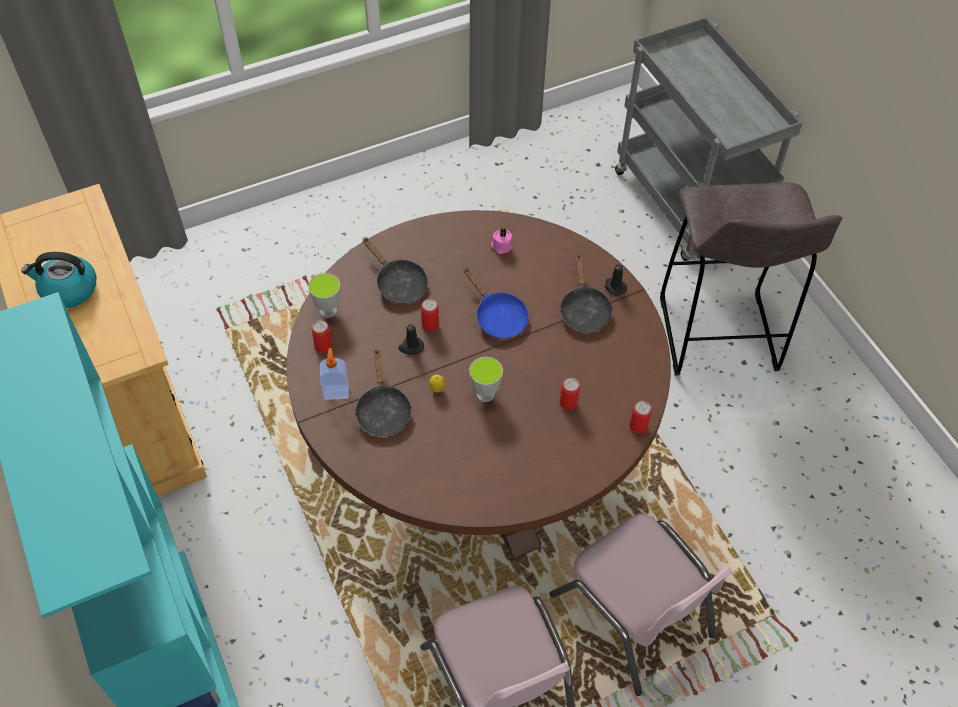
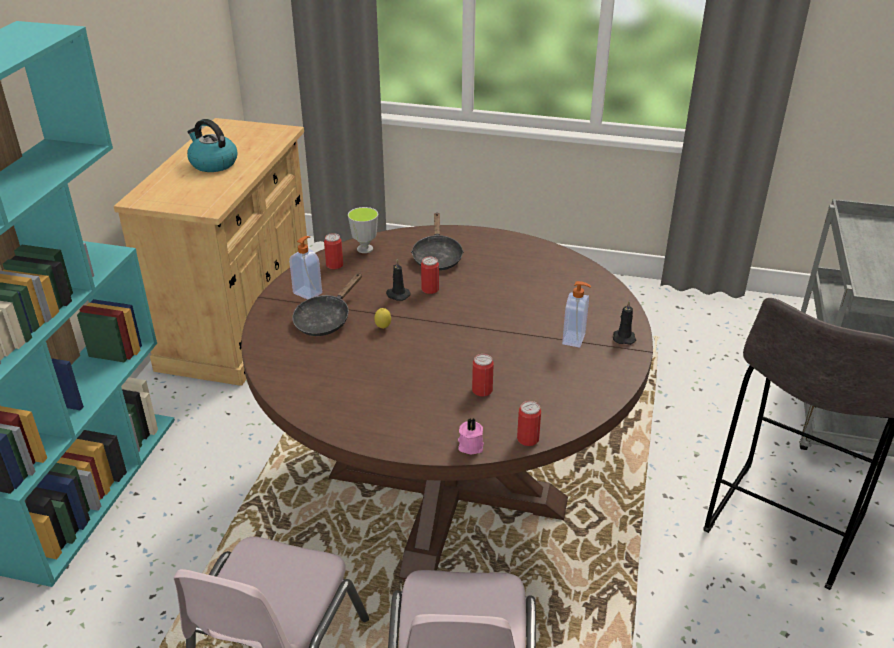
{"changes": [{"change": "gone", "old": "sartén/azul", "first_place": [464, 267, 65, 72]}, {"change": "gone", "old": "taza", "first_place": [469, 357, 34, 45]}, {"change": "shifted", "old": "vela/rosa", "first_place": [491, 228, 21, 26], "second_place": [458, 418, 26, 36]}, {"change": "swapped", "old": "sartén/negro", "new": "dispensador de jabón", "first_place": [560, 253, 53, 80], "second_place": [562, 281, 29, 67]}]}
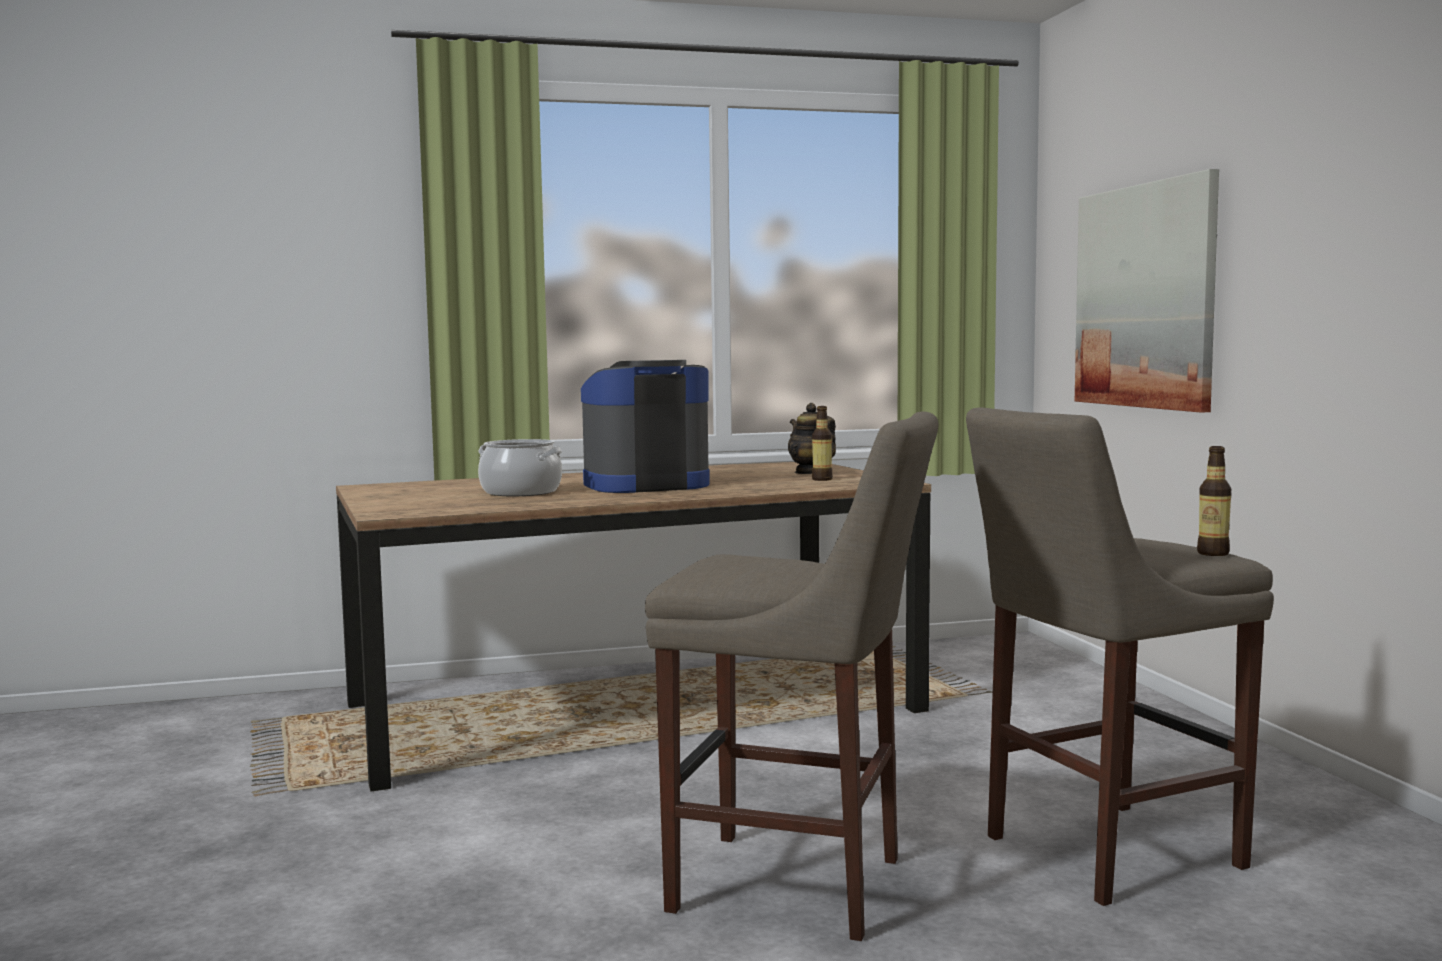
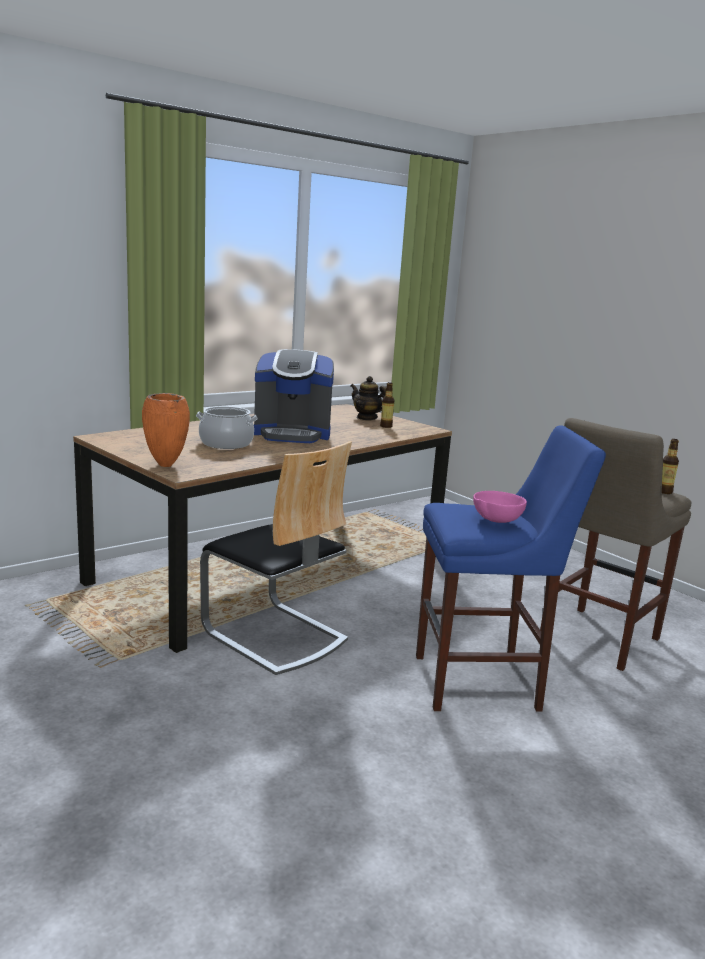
{"changes": [{"change": "rotated", "old": "cafetera", "first_place": [581, 360, 129, 133], "second_place": [254, 349, 80, 94], "degrees": -135}, {"change": "repainted", "old": "taburete/beis", "new": "taburete/azul", "first_place": [645, 412, 294, 529], "second_place": [416, 425, 190, 286]}, {"change": "gone", "old": "cuadro", "first_place": [1074, 169, 145, 244]}, {"change": "new", "new": "florero/naranja", "second_place": [142, 393, 48, 74]}, {"change": "new", "new": "silla", "second_place": [200, 441, 152, 234]}, {"change": "new", "new": "cuenco/rosa", "second_place": [473, 491, 54, 32]}]}
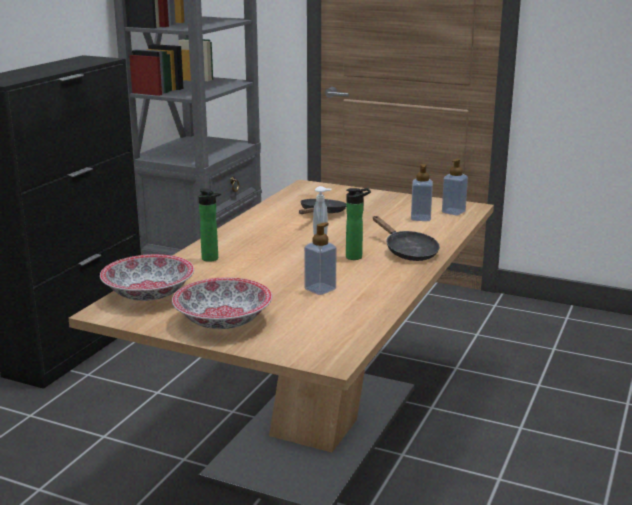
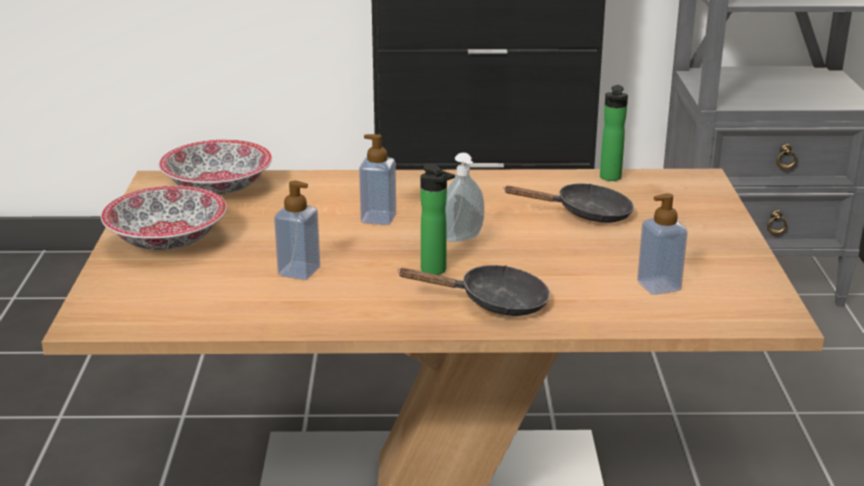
{"changes": [{"change": "shifted", "old": "botella", "first_place": [198, 189, 23, 73], "second_place": [600, 85, 28, 96]}, {"change": "rotated", "old": "sartén/negro", "first_place": [373, 216, 67, 45], "second_place": [397, 265, 153, 51], "degrees": -120}, {"change": "shifted", "old": "dispensador de jabón", "first_place": [442, 159, 26, 57], "second_place": [359, 134, 37, 91]}]}
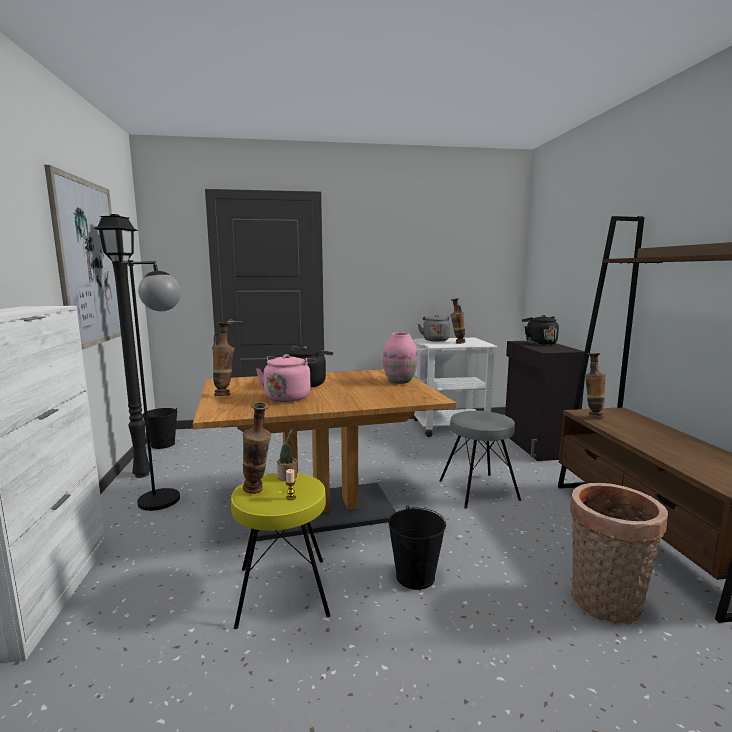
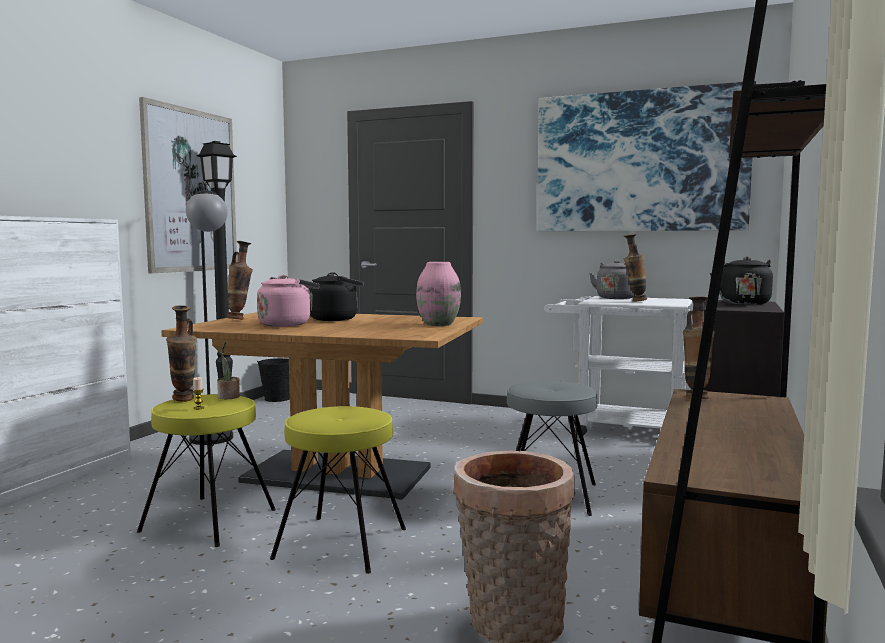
{"changes": [{"change": "swapped", "old": "cubo/negro", "new": "taburete/amarillo", "first_place": [388, 506, 58, 84], "second_place": [270, 406, 136, 168]}, {"change": "new", "new": "cuadro", "second_place": [537, 81, 219, 150]}]}
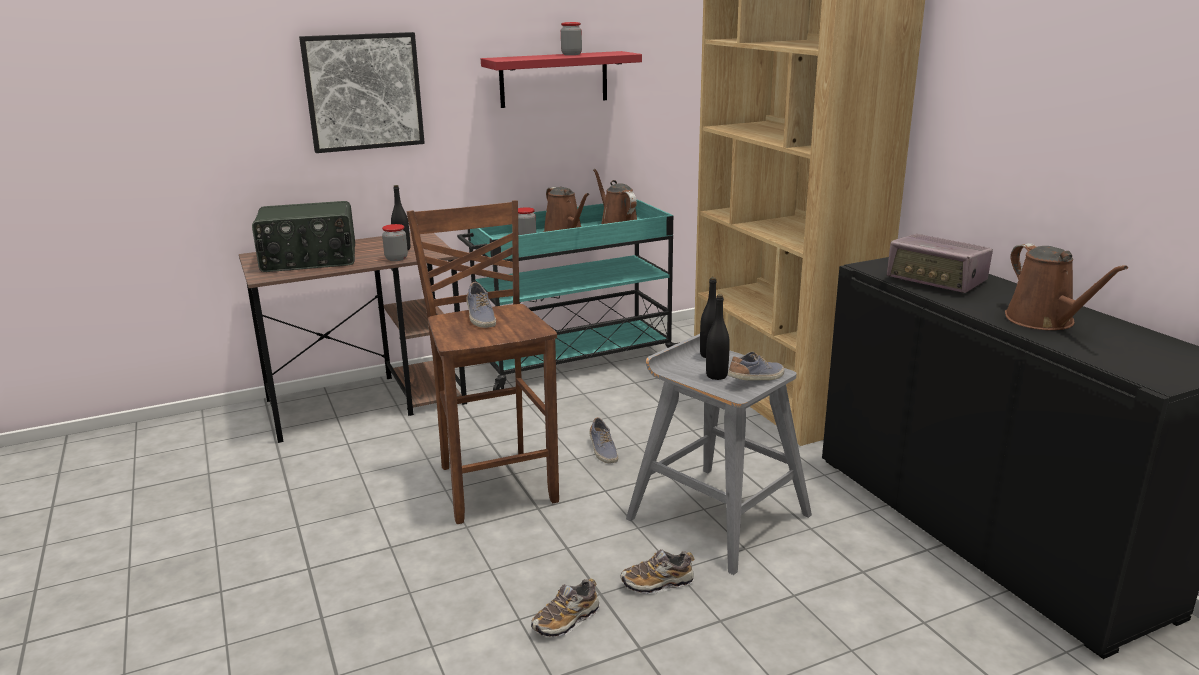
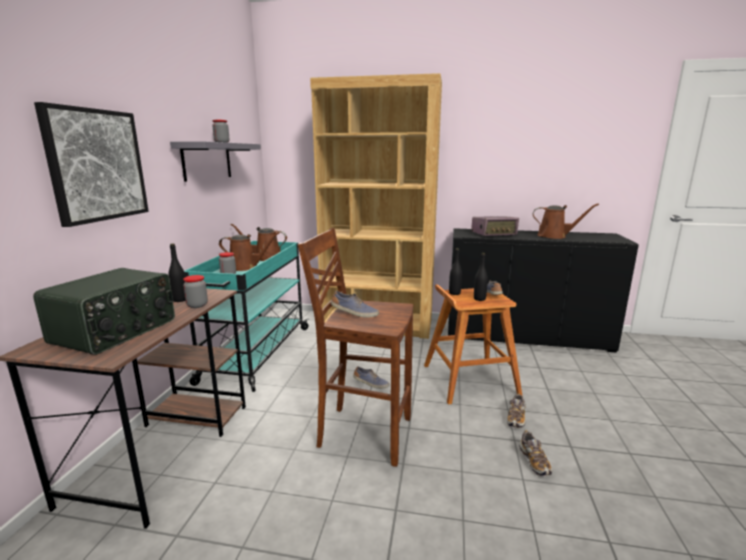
{"changes": [{"change": "repainted", "old": "estante/rojo", "new": "estante/gris", "first_place": [481, 51, 161, 57], "second_place": [170, 141, 91, 41]}, {"change": "repainted", "old": "taburete/gris", "new": "taburete/marrón", "first_place": [626, 334, 186, 241], "second_place": [424, 285, 98, 119]}]}
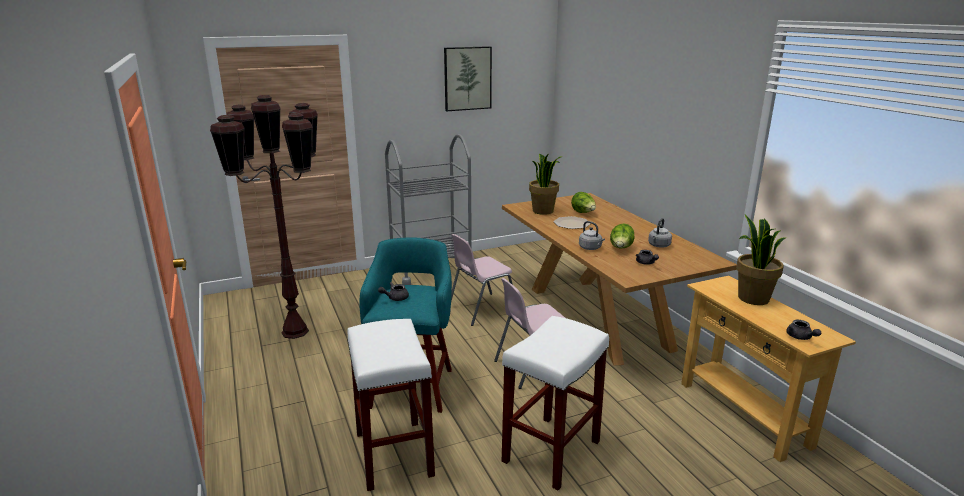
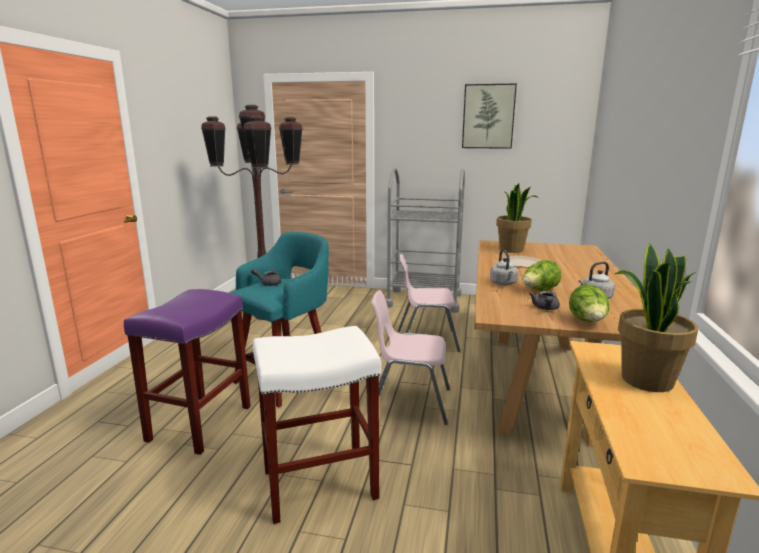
{"changes": [{"change": "repainted", "old": "taburete/blanco", "new": "taburete/morado", "first_place": [347, 319, 88, 172], "second_place": [124, 289, 127, 166]}, {"change": "shifted", "old": "lechuga", "first_place": [571, 192, 25, 21], "second_place": [569, 284, 40, 38]}, {"change": "gone", "old": "tetera/gris", "first_place": [786, 320, 35, 20]}]}
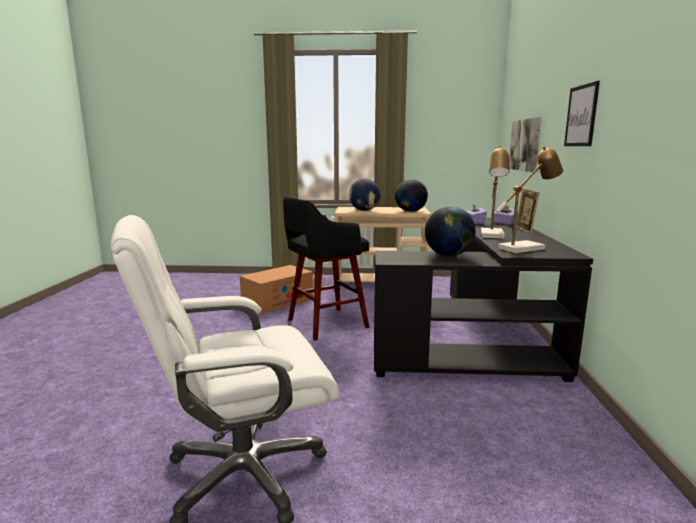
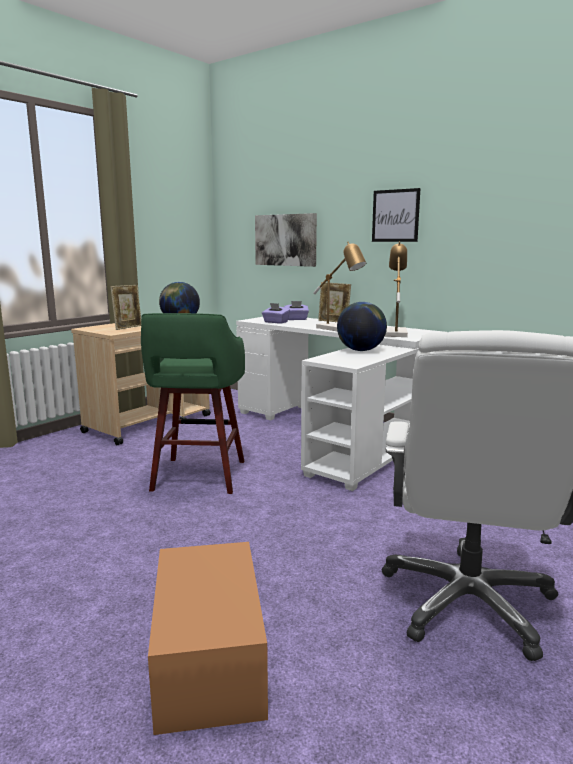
{"changes": [{"change": "shifted", "old": "caja de cartón", "first_place": [240, 265, 73, 49], "second_place": [148, 542, 120, 193]}, {"change": "repainted", "old": "taburete/negro", "new": "taburete/verde", "first_place": [283, 196, 86, 145], "second_place": [141, 313, 104, 181]}, {"change": "swapped", "old": "globo terráqueo", "new": "portarretratos", "first_place": [349, 179, 31, 32], "second_place": [110, 285, 31, 45]}, {"change": "repainted", "old": "escritorio/negro", "new": "escritorio/blanco", "first_place": [374, 217, 219, 165], "second_place": [236, 317, 208, 174]}]}
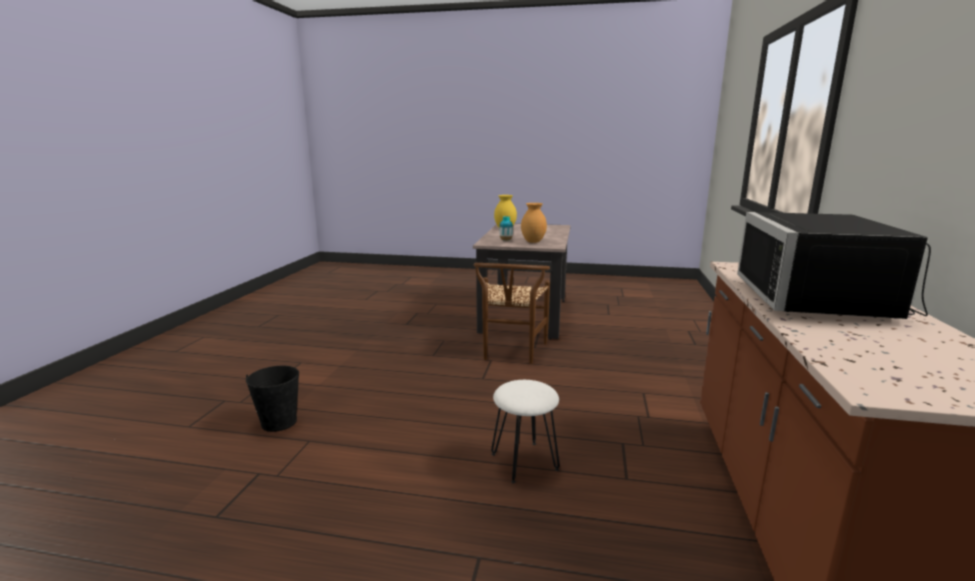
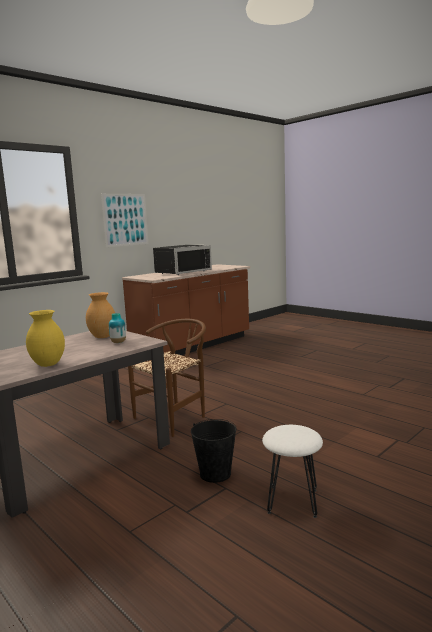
{"changes": [{"change": "shifted", "old": "cubo/negro", "first_place": [246, 366, 53, 66], "second_place": [191, 419, 45, 64]}, {"change": "shifted", "old": "taburete/blanco", "first_place": [491, 380, 69, 103], "second_place": [262, 425, 61, 93]}, {"change": "new", "new": "cuadro", "second_place": [101, 194, 47, 53]}]}
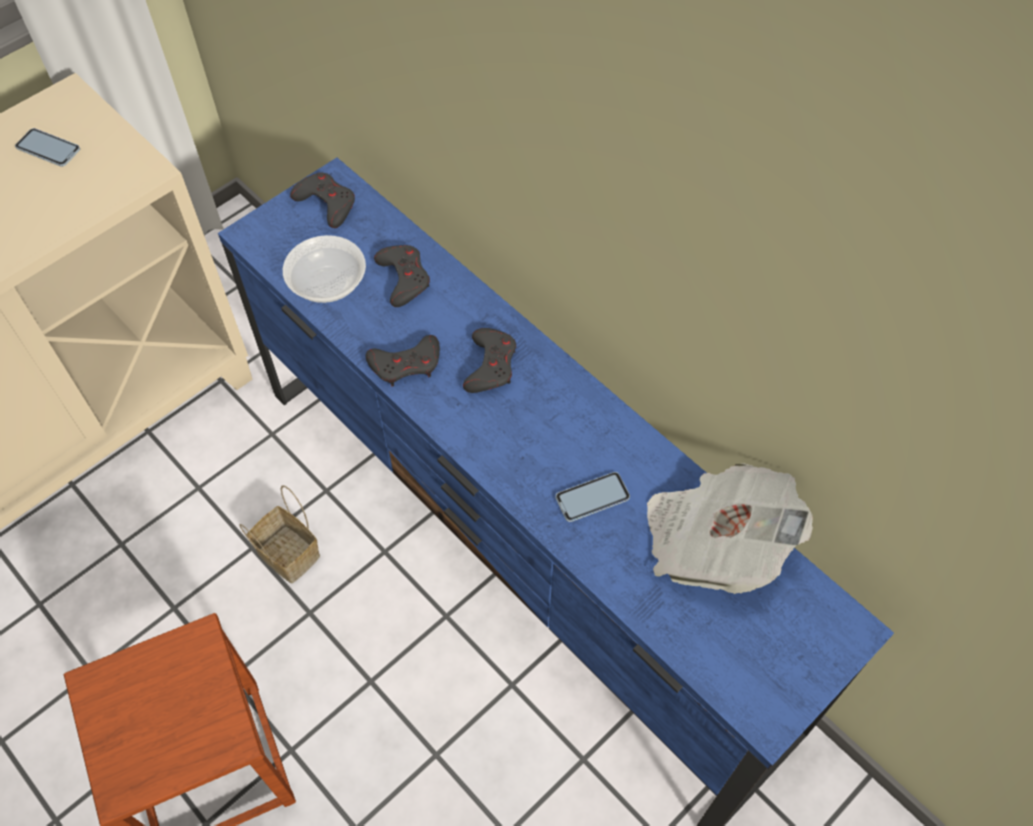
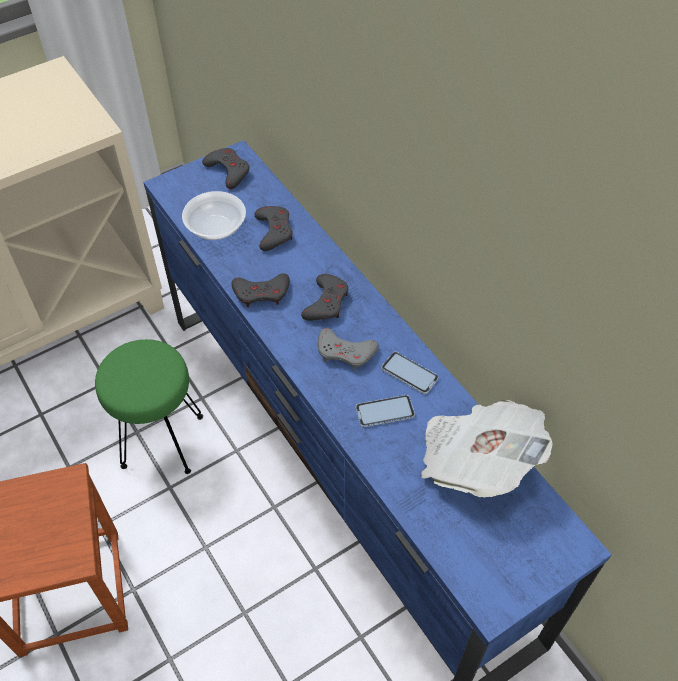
{"changes": [{"change": "shifted", "old": "móvil", "first_place": [15, 128, 65, 39], "second_place": [382, 352, 57, 42]}, {"change": "swapped", "old": "cesta", "new": "taburete/verde", "first_place": [239, 485, 81, 98], "second_place": [95, 339, 108, 135]}, {"change": "new", "new": "mando de consola/gris", "second_place": [318, 328, 61, 42]}]}
